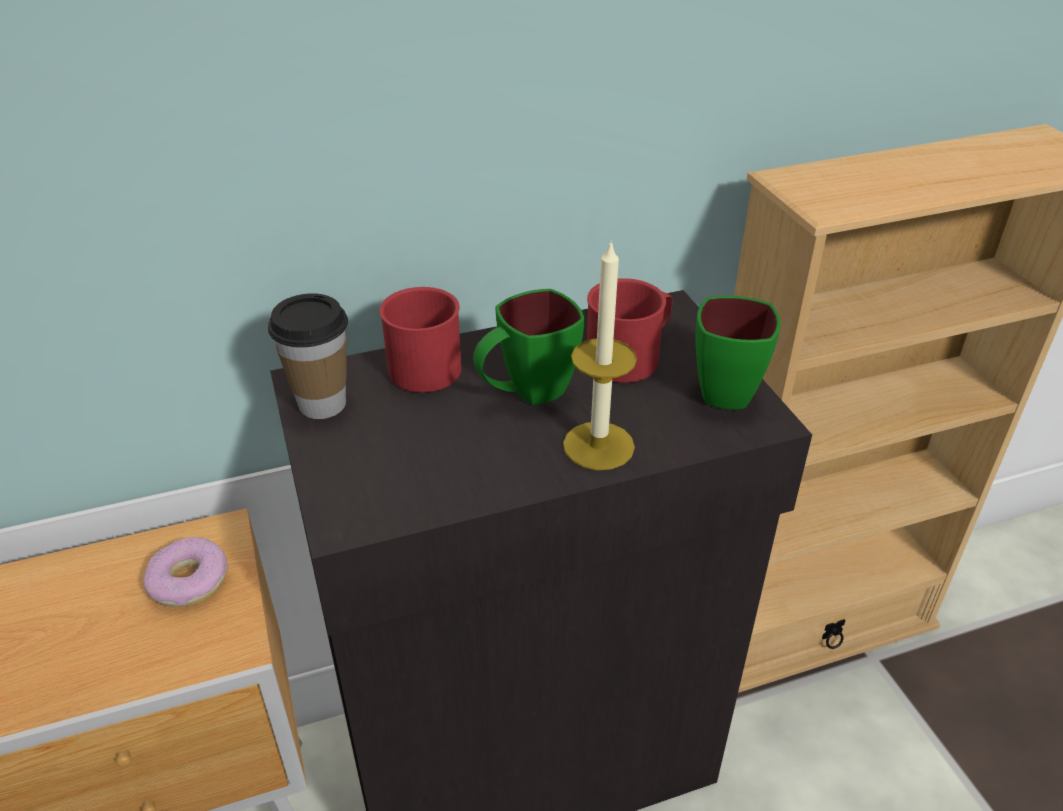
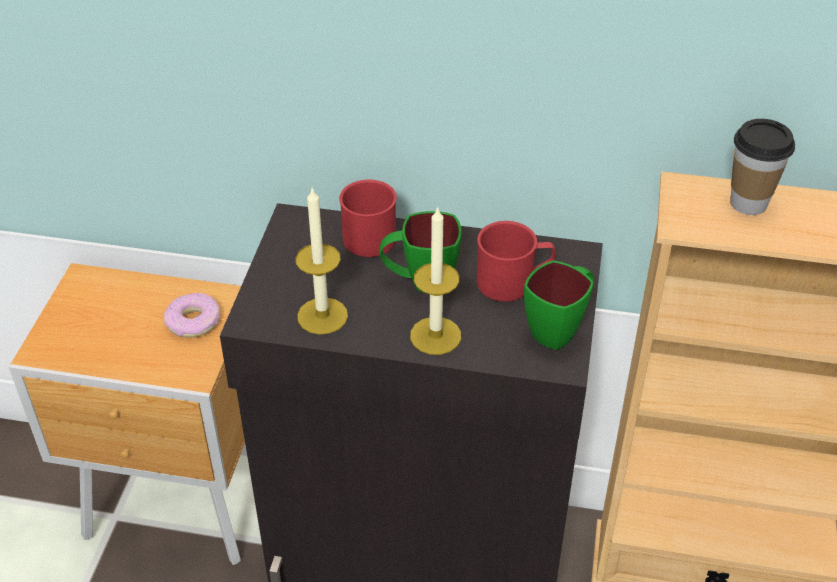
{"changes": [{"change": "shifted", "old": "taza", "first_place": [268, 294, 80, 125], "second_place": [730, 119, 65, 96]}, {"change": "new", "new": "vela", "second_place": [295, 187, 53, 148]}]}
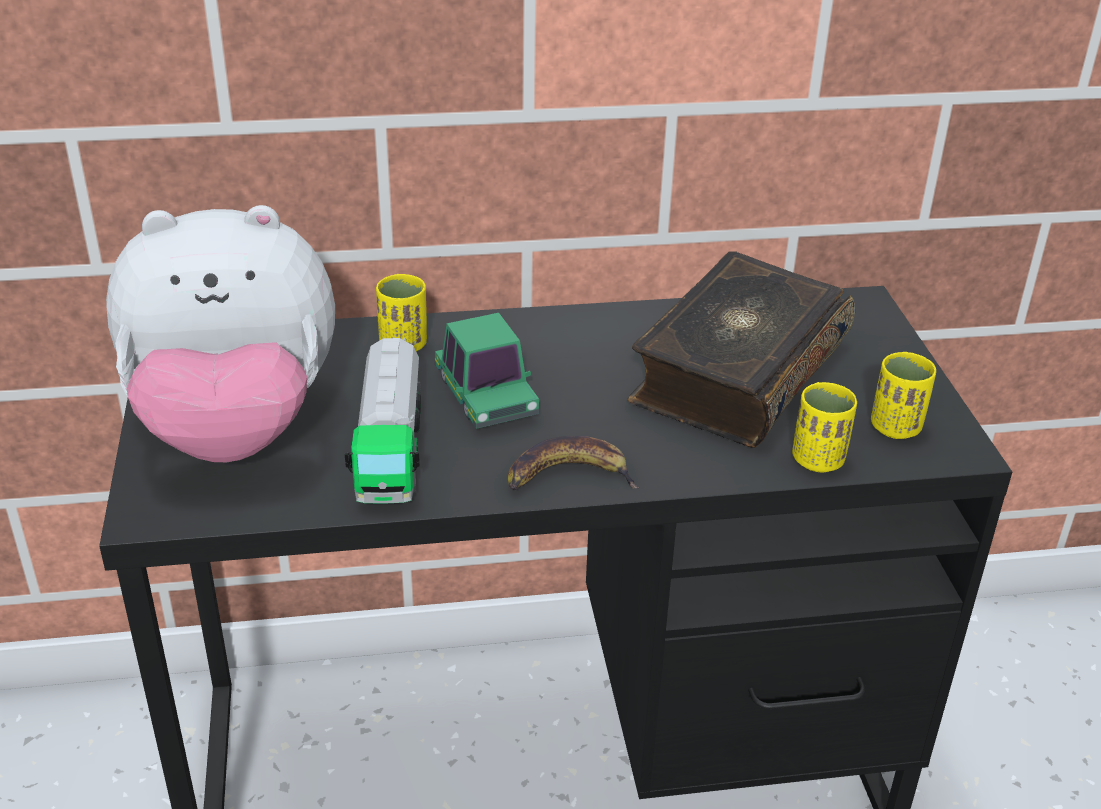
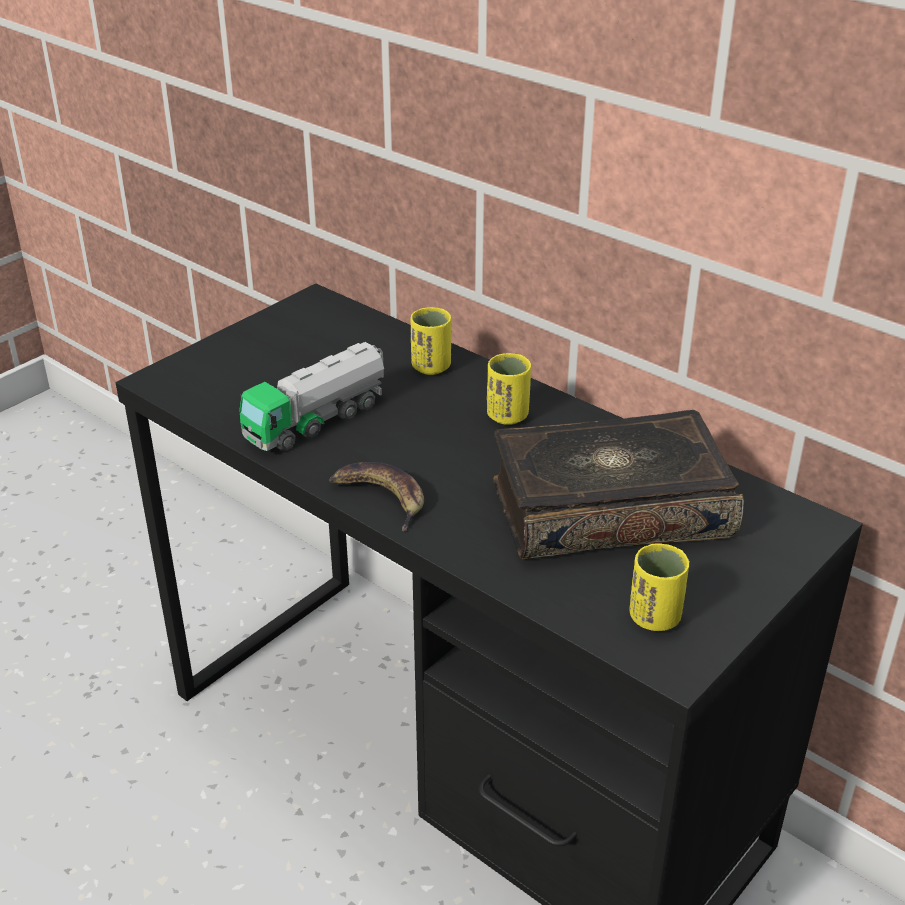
{"changes": [{"change": "gone", "old": "peluche", "first_place": [106, 205, 229, 257]}, {"change": "gone", "old": "coche de juguete", "first_place": [435, 313, 104, 116]}, {"change": "shifted", "old": "taza/amarillo", "first_place": [792, 382, 65, 90], "second_place": [487, 353, 44, 72]}]}
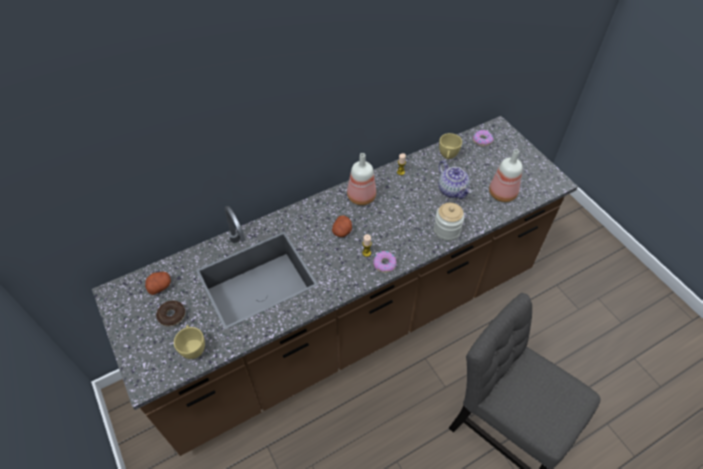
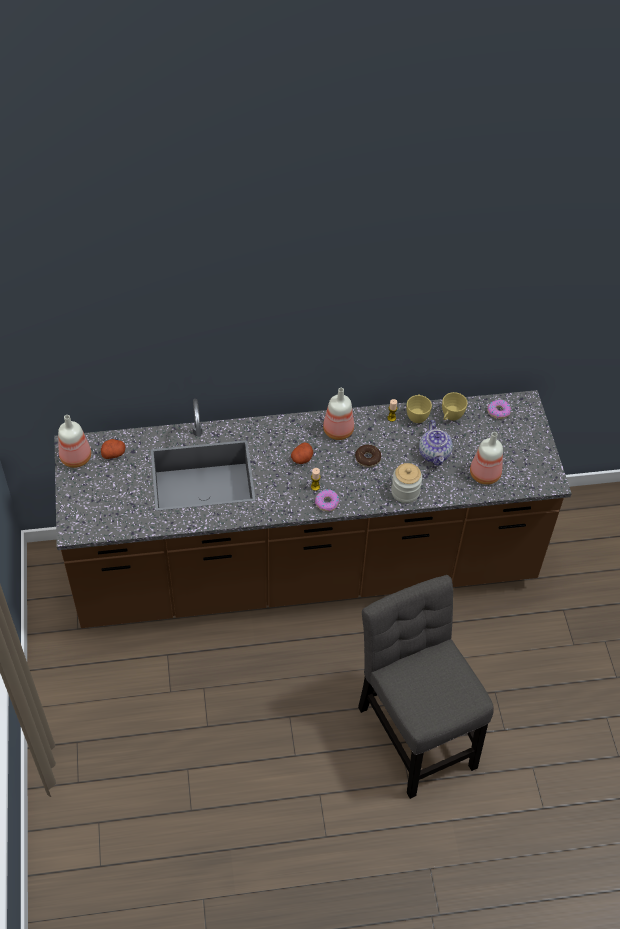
{"changes": [{"change": "shifted", "old": "rosquilla", "first_place": [156, 301, 29, 26], "second_place": [355, 445, 26, 22]}, {"change": "shifted", "old": "taza/amarillo", "first_place": [174, 325, 31, 34], "second_place": [406, 394, 26, 29]}, {"change": "new", "new": "botella", "second_place": [58, 415, 33, 53]}]}
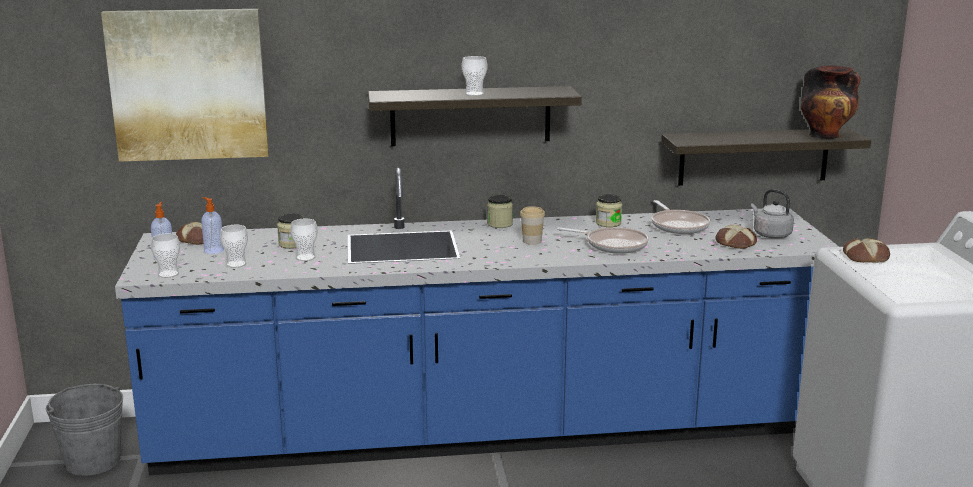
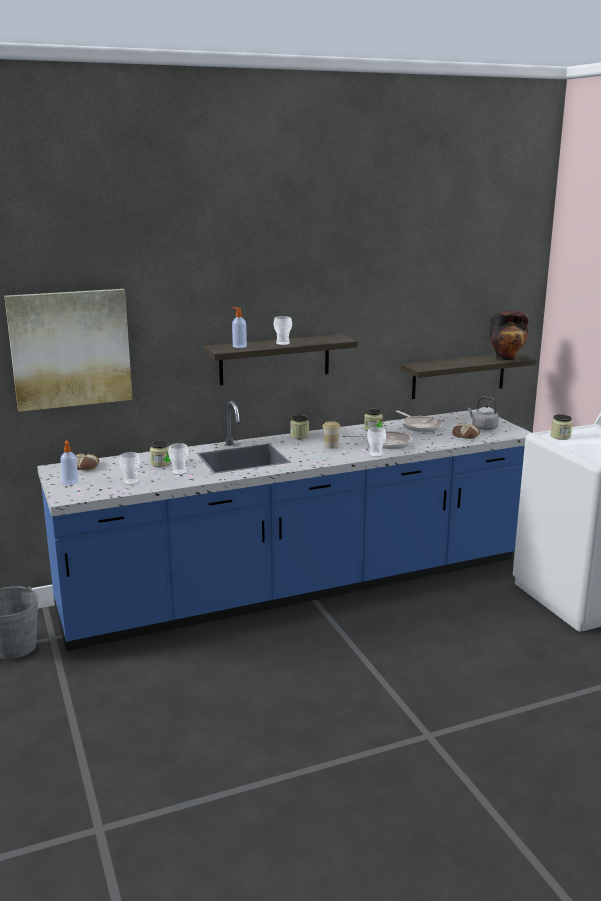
{"changes": [{"change": "shifted", "old": "taza", "first_place": [151, 234, 29, 44], "second_place": [367, 427, 19, 30]}, {"change": "shifted", "old": "dispensador de jabón", "first_place": [201, 197, 23, 57], "second_place": [232, 307, 15, 41]}, {"change": "swapped", "old": "pan", "new": "tarro", "first_place": [843, 238, 47, 24], "second_place": [551, 414, 21, 26]}]}
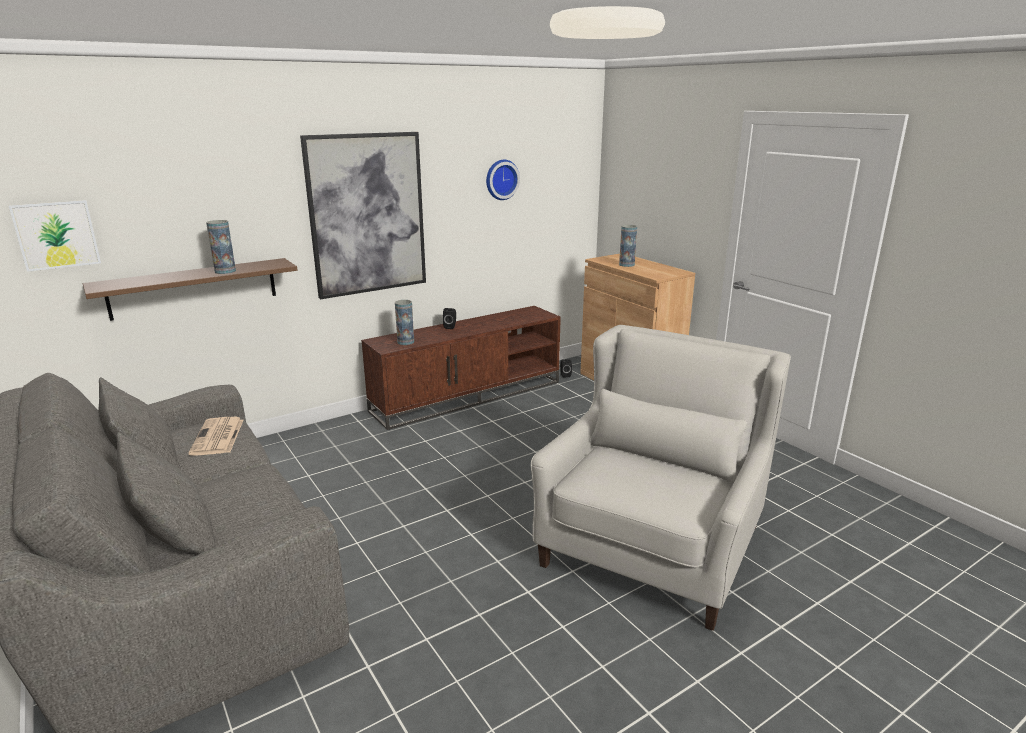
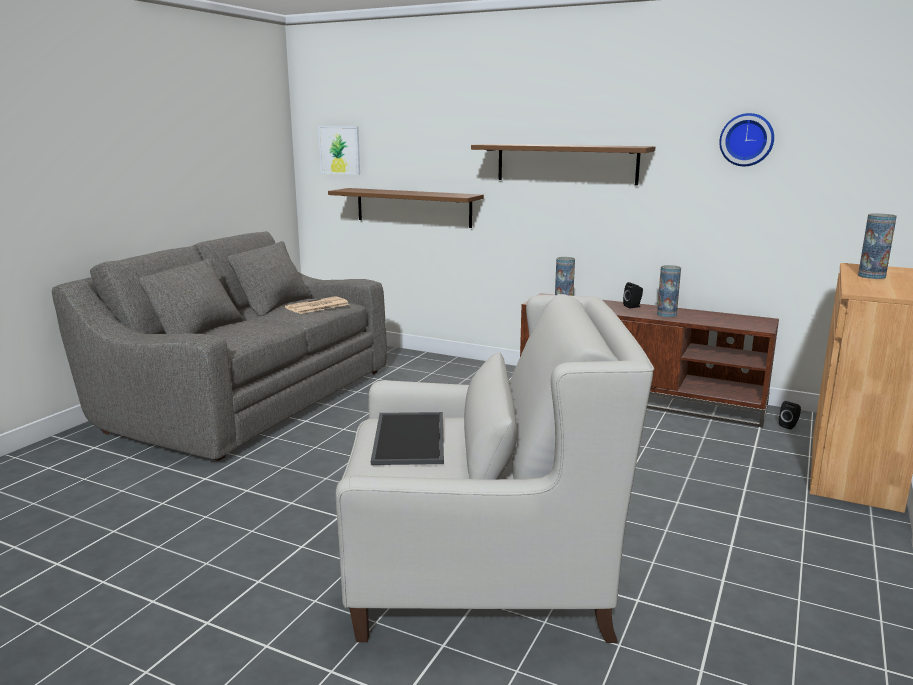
{"changes": [{"change": "shifted", "old": "florero", "first_place": [206, 220, 30, 54], "second_place": [657, 265, 24, 52]}, {"change": "swapped", "old": "cuadro", "new": "estante/marrón", "first_place": [300, 132, 126, 167], "second_place": [471, 144, 184, 41]}, {"change": "new", "new": "bandeja", "second_place": [371, 412, 73, 53]}]}
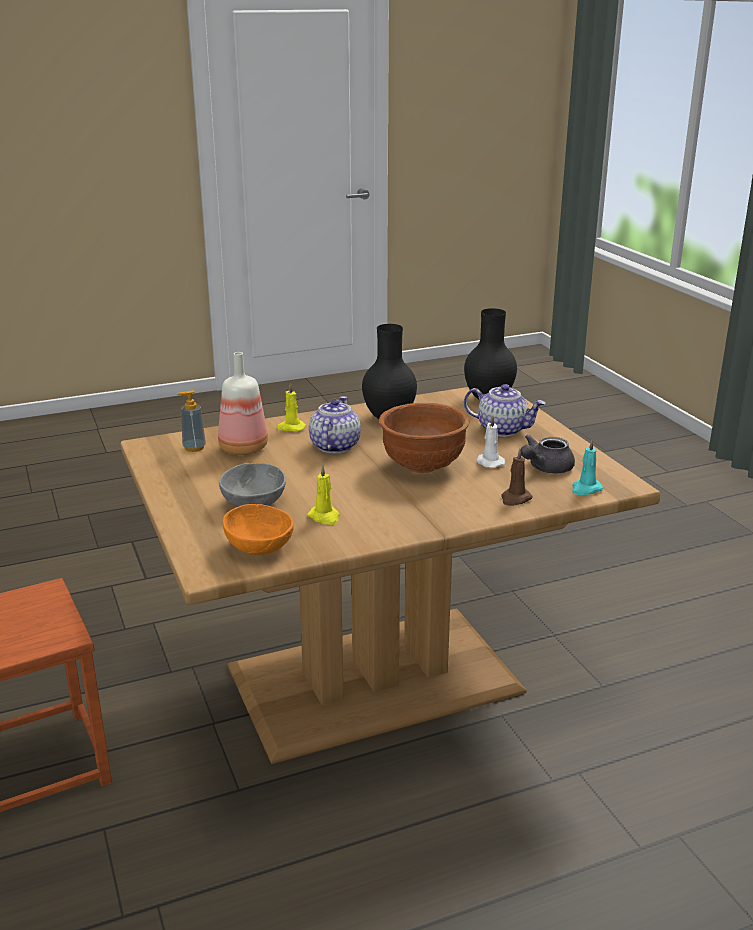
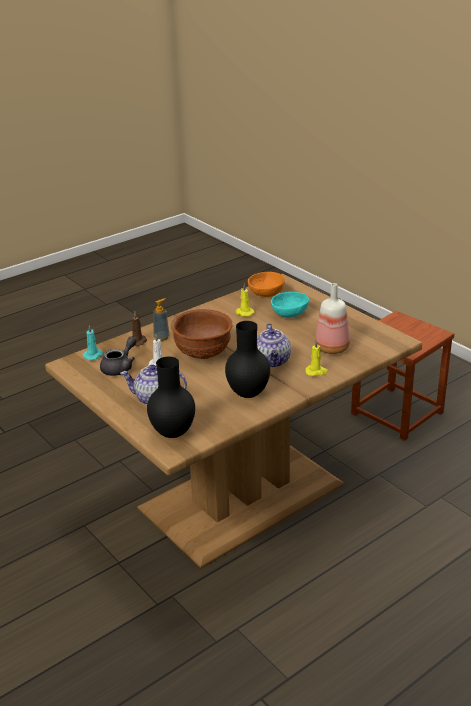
{"changes": [{"change": "shifted", "old": "dispensador de jabón", "first_place": [177, 390, 29, 62], "second_place": [153, 298, 16, 43]}, {"change": "repainted", "old": "cuenco/gris", "new": "cuenco/turquesa", "first_place": [219, 463, 67, 44], "second_place": [271, 292, 38, 26]}]}
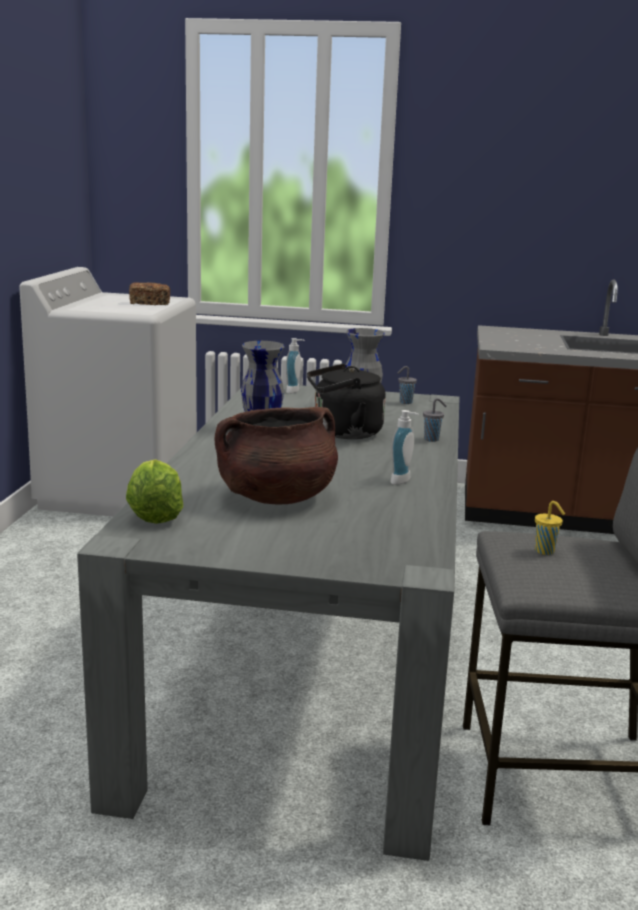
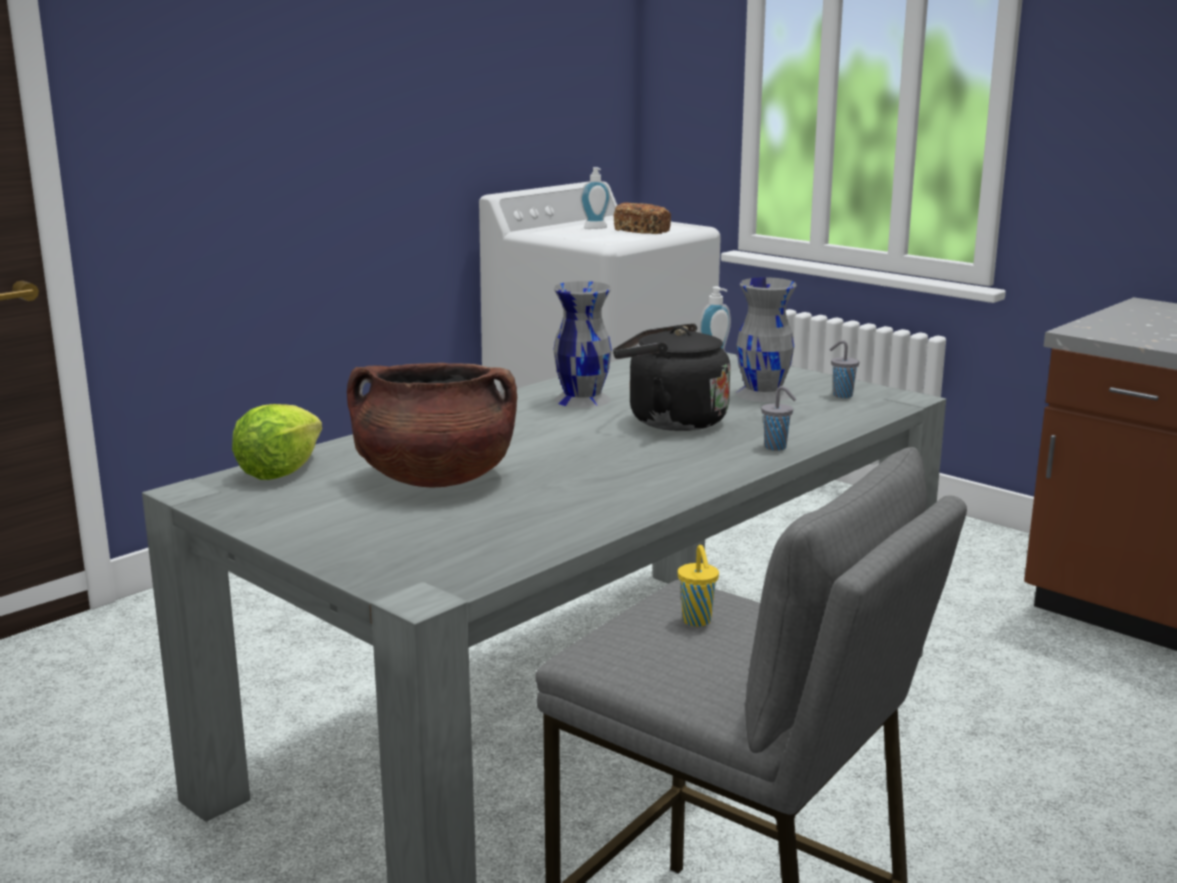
{"changes": [{"change": "shifted", "old": "dispensador de jabón", "first_place": [390, 410, 29, 75], "second_place": [581, 167, 29, 62]}]}
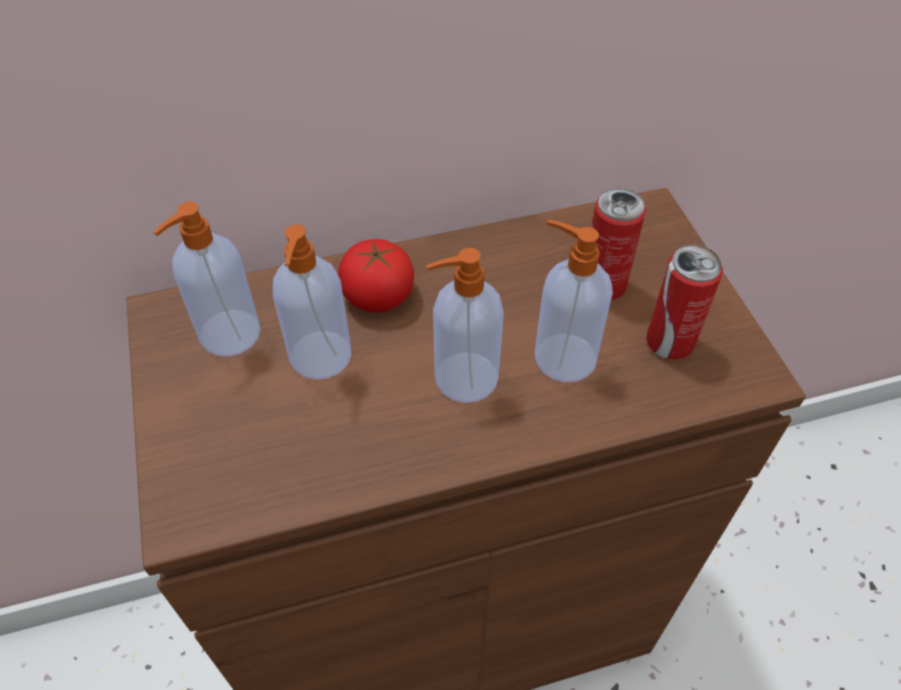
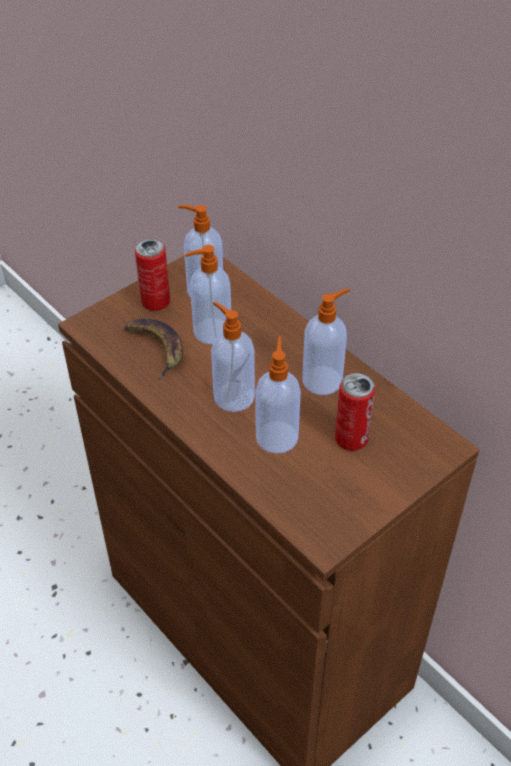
{"changes": [{"change": "gone", "old": "tomate", "first_place": [338, 239, 76, 73]}, {"change": "shifted", "old": "lata", "first_place": [646, 245, 77, 114], "second_place": [135, 239, 35, 72]}, {"change": "new", "new": "plátano", "second_place": [124, 319, 59, 60]}, {"change": "new", "new": "dispensador de jabón", "second_place": [302, 288, 48, 107]}]}
